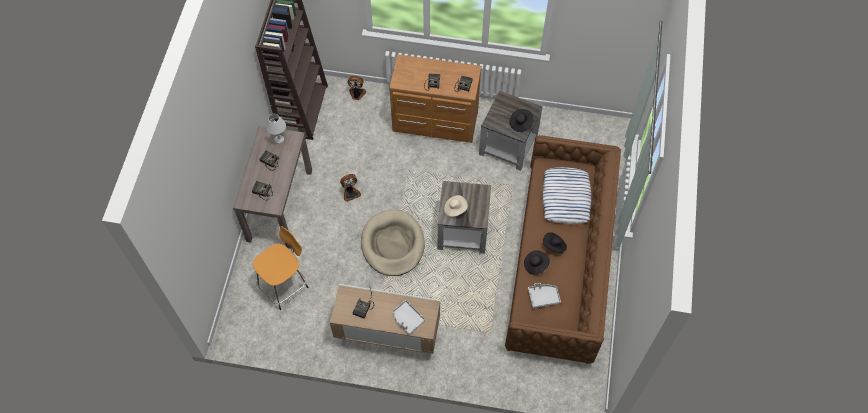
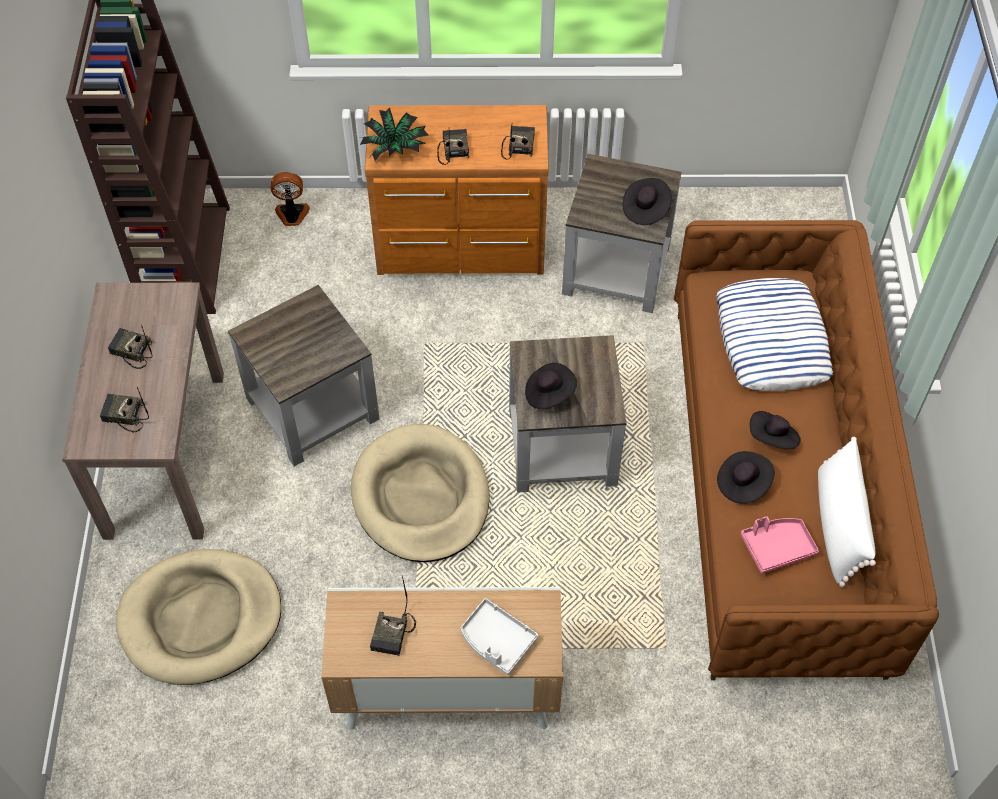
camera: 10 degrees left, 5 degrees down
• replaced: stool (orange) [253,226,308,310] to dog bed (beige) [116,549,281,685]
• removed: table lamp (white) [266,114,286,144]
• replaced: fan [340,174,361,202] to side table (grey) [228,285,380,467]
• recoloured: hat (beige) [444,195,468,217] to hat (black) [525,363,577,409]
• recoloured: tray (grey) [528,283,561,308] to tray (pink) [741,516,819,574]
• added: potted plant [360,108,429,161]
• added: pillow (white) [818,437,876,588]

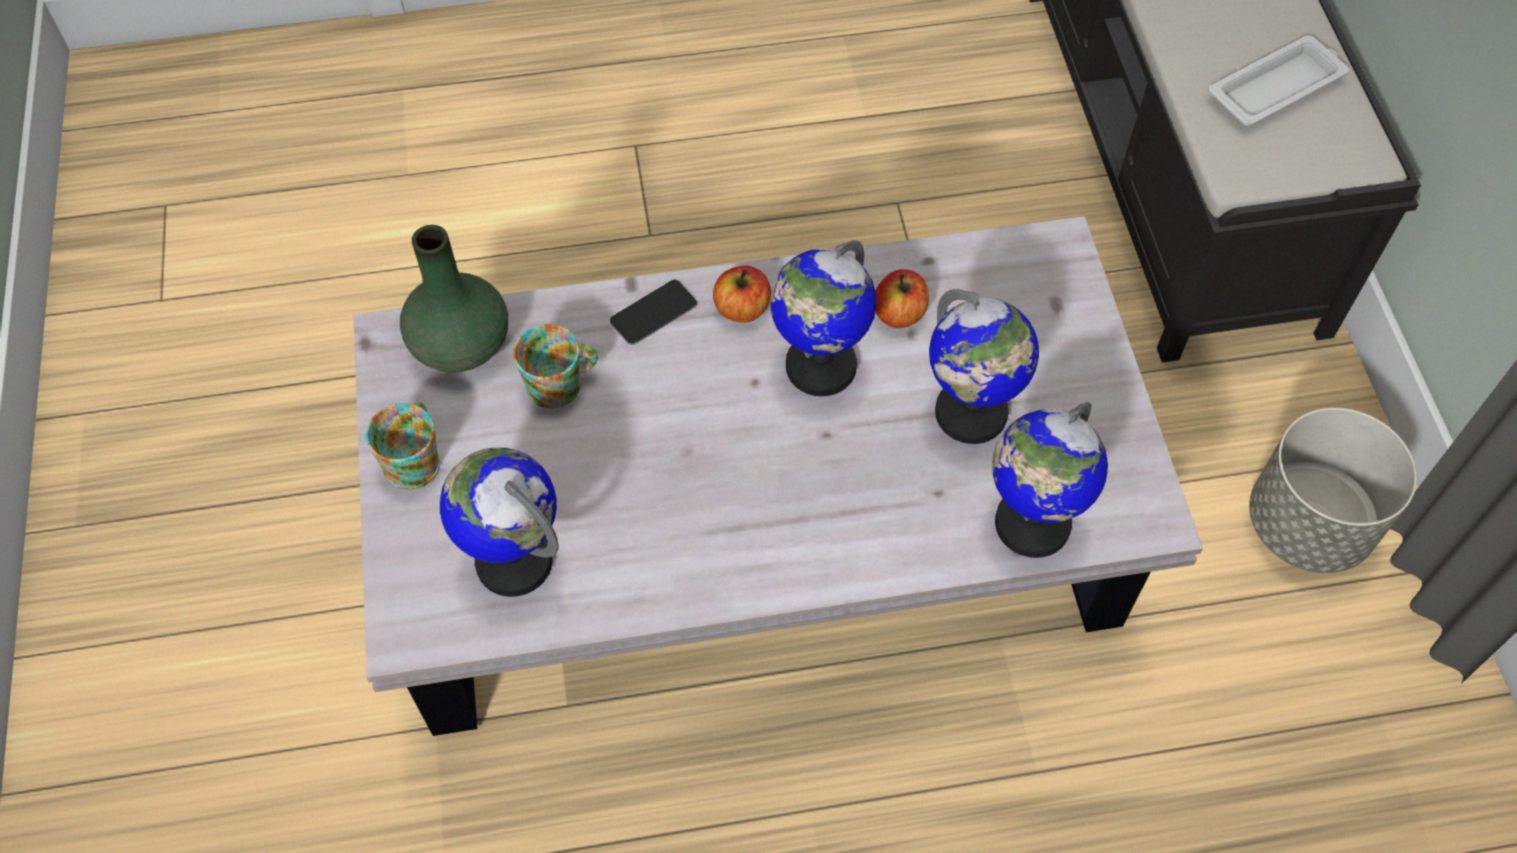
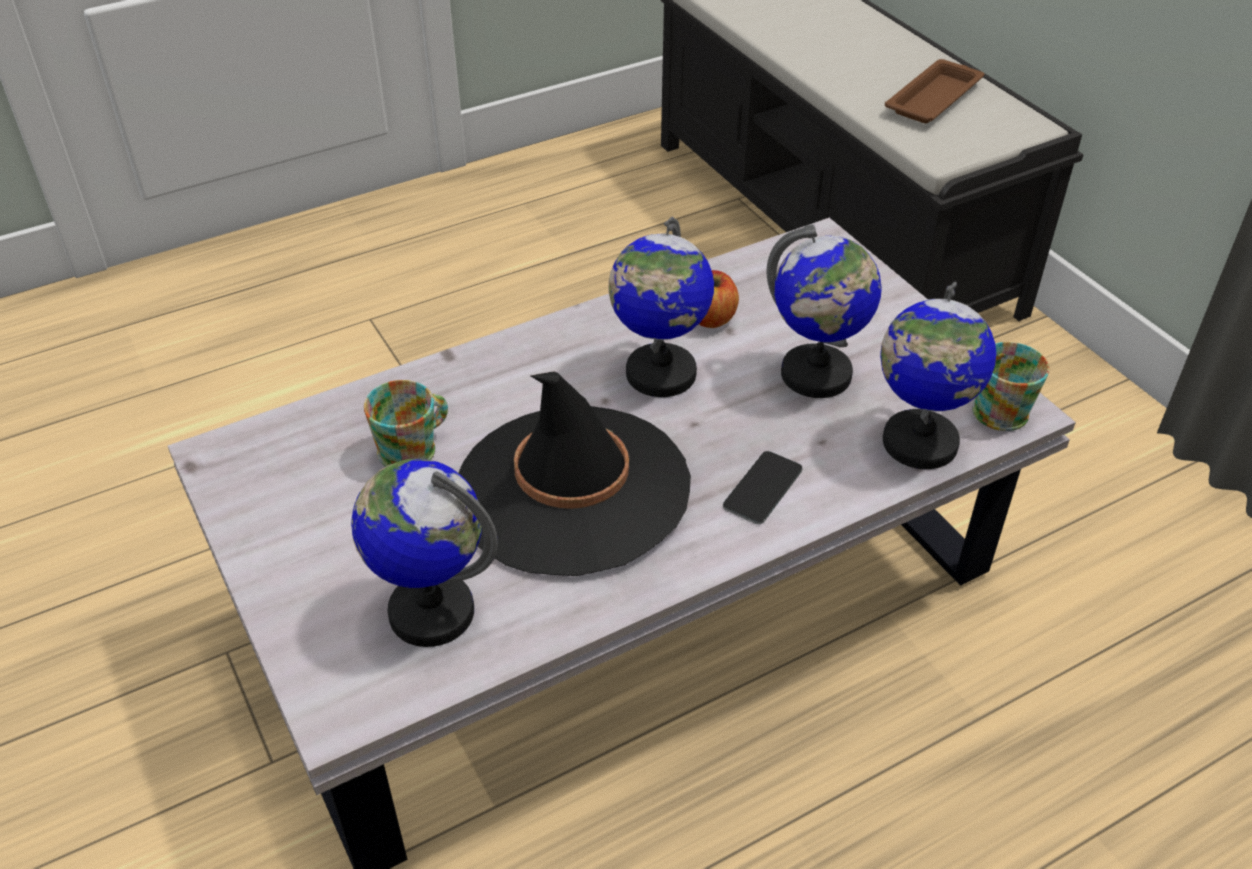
camera: 20 degrees left, 15 degrees down
• moved: mug [366,402,440,490] to [972,342,1050,431]
• removed: vase (green) [400,225,508,372]
• moved: phone [610,280,697,345] to [723,451,802,524]
• removed: apple [713,266,771,323]
• recoloured: tray (white) [1208,35,1349,126] to tray (brown) [885,59,984,123]
• removed: planter (grey) [1249,408,1417,573]
• added: hat (black) [458,372,691,576]

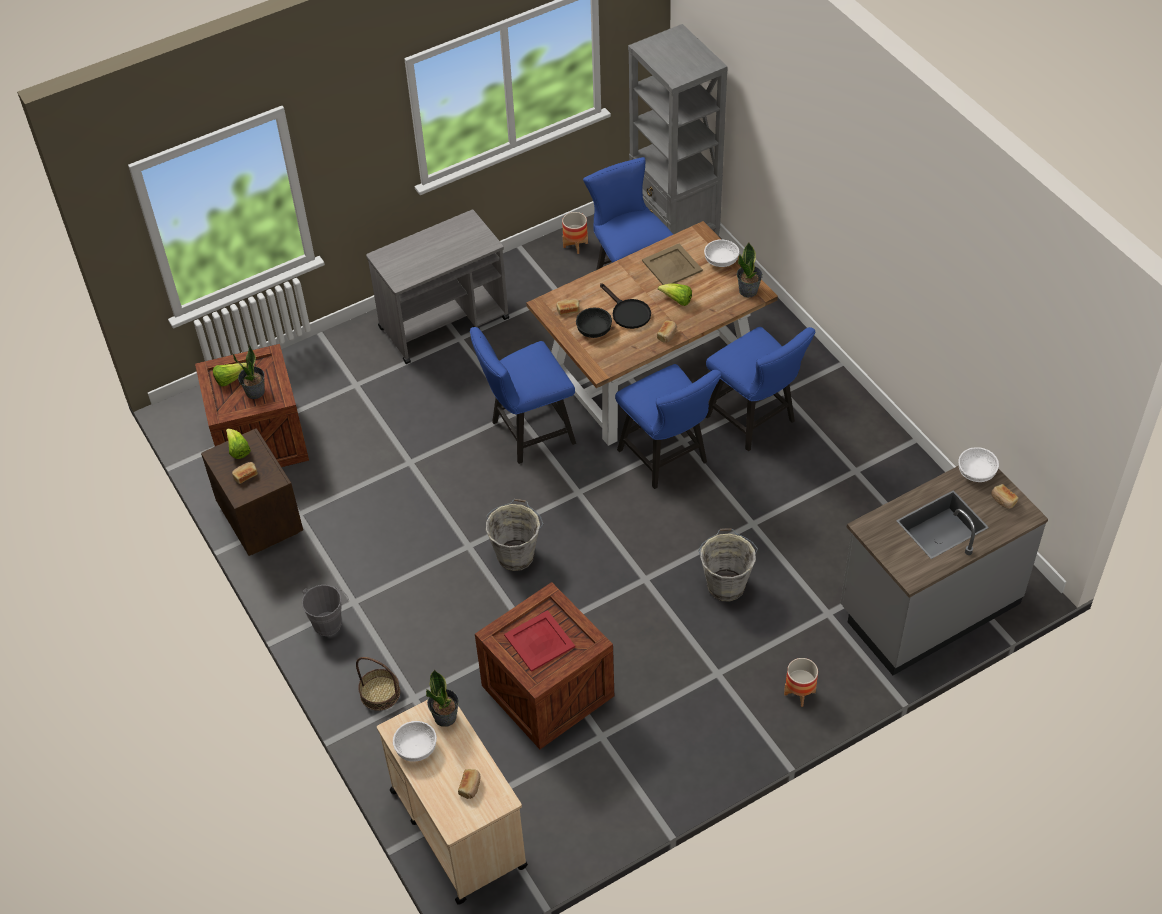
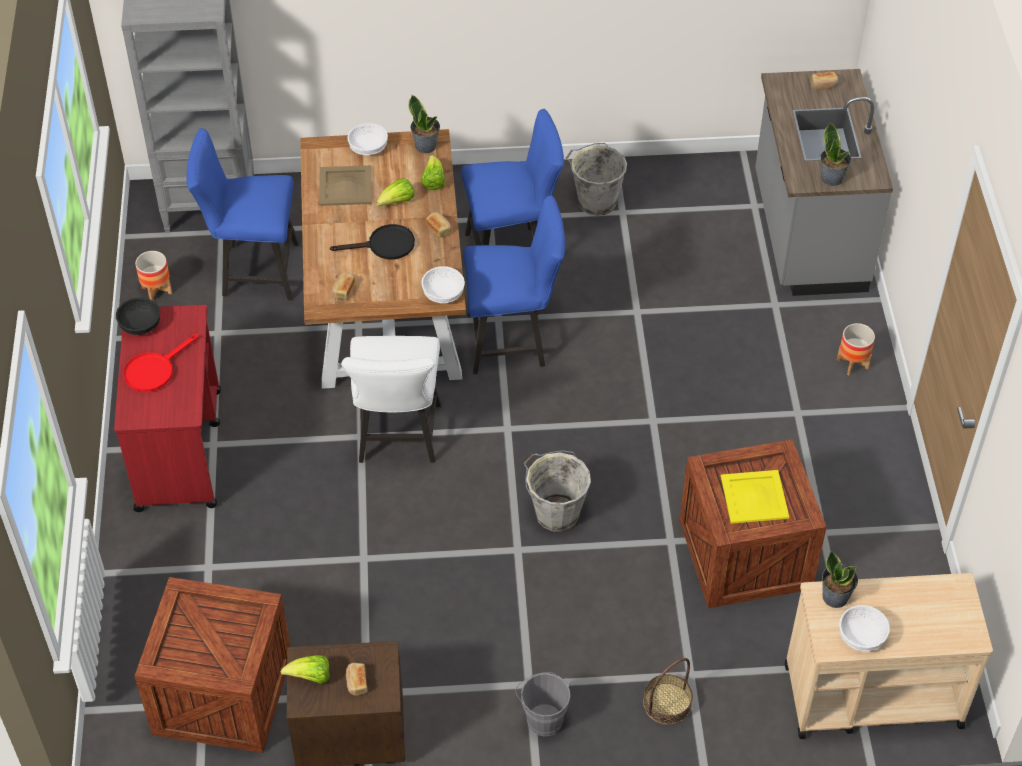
camera: 65 degrees left, 0 degrees up
• moved: lettuce [213,363,247,387] to [421,155,445,190]
• moved: potted plant [233,345,265,399] to [820,122,851,186]
• recoloured: cart (grey) [366,209,509,364] to cart (red) [114,304,221,512]
• removed: bread [458,769,480,799]
• recoloured: chair (blue) [470,327,576,464] to chair (white) [341,336,441,463]
• recoloured: tray (red) [504,610,575,672] to tray (yellow) [721,470,789,524]
• moved: bowl (black) [576,307,612,338] to [116,297,160,335]
• moved: bucket (grey) [698,528,758,602] to [566,143,627,216]
• moved: bowl (white) [958,447,999,482] to [421,266,465,303]
• added: frying pan (red) [124,334,198,392]

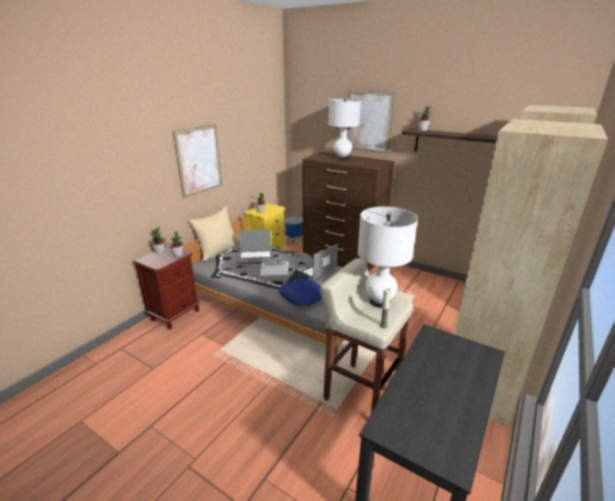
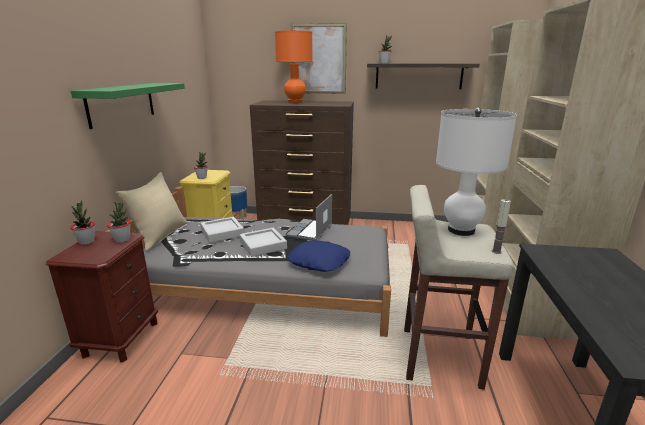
camera: 25 degrees left, 5 degrees down
• replaced: picture [173,124,222,198] to shelf (green) [71,83,185,129]
• replaced: laptop [238,230,272,264] to tray (grey) [200,217,244,243]
• recoloured: table lamp (white) [328,98,361,159] to table lamp (orange) [275,29,313,103]

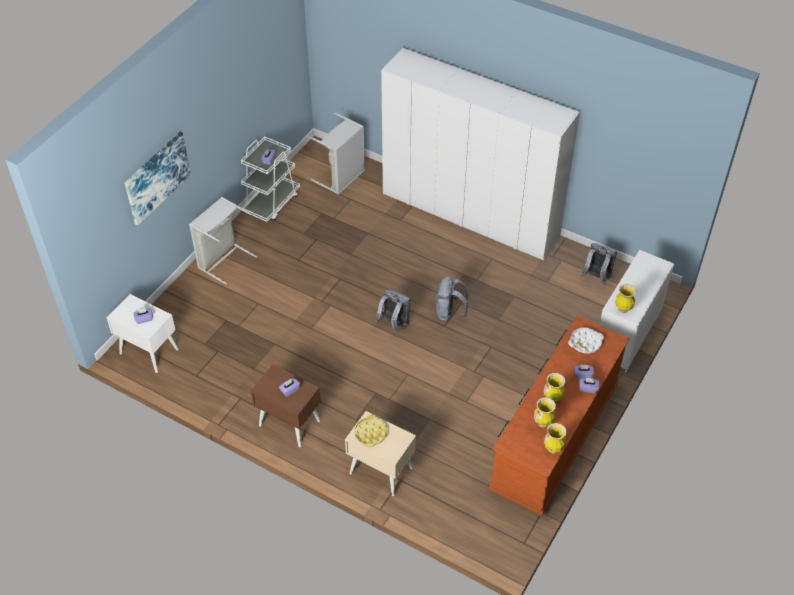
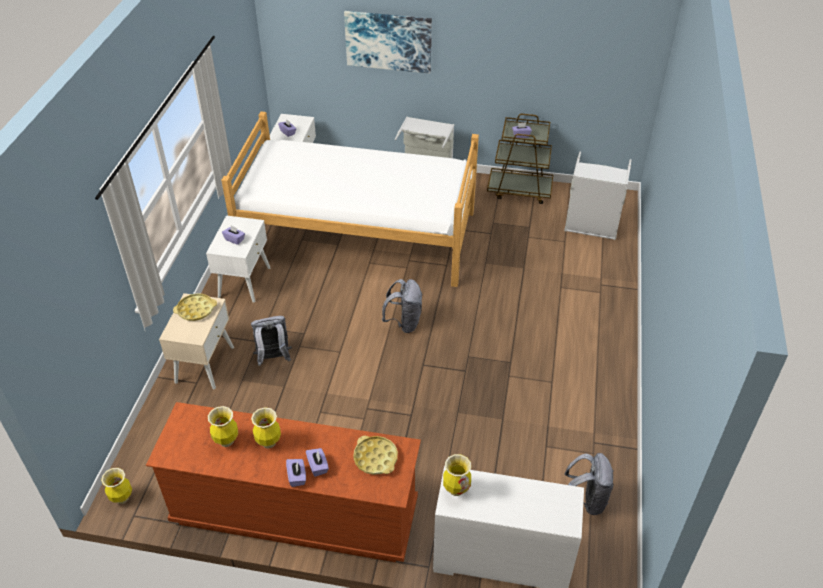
camera: 70 degrees right, 5 degrees down
• recoloured: cart (white) [241,136,300,222] to cart (brown) [487,114,553,204]
• recoloured: nightstand (brown) [251,365,321,447] to nightstand (white) [206,215,270,303]
• removed: wardrobe (white) [381,48,580,260]
• moved: backpack (grey) [436,276,469,322] to [251,316,292,366]
• moved: vase [544,423,567,454] to [101,468,132,504]
• recoloured: tray (white) [568,328,604,353] to tray (yellow) [353,436,398,475]
• added: bed [221,112,479,287]

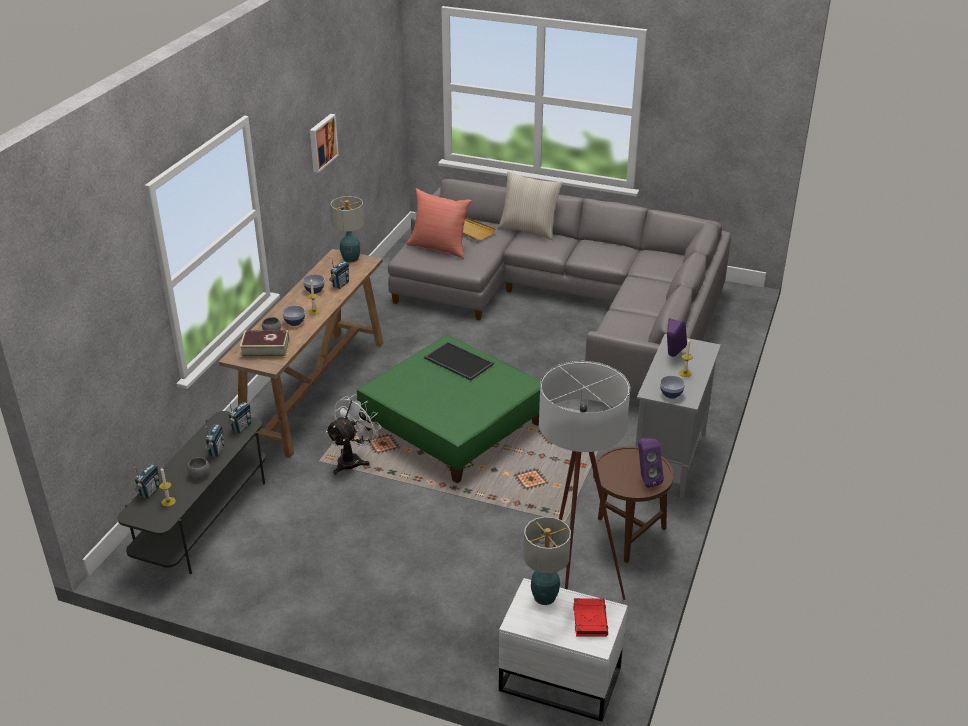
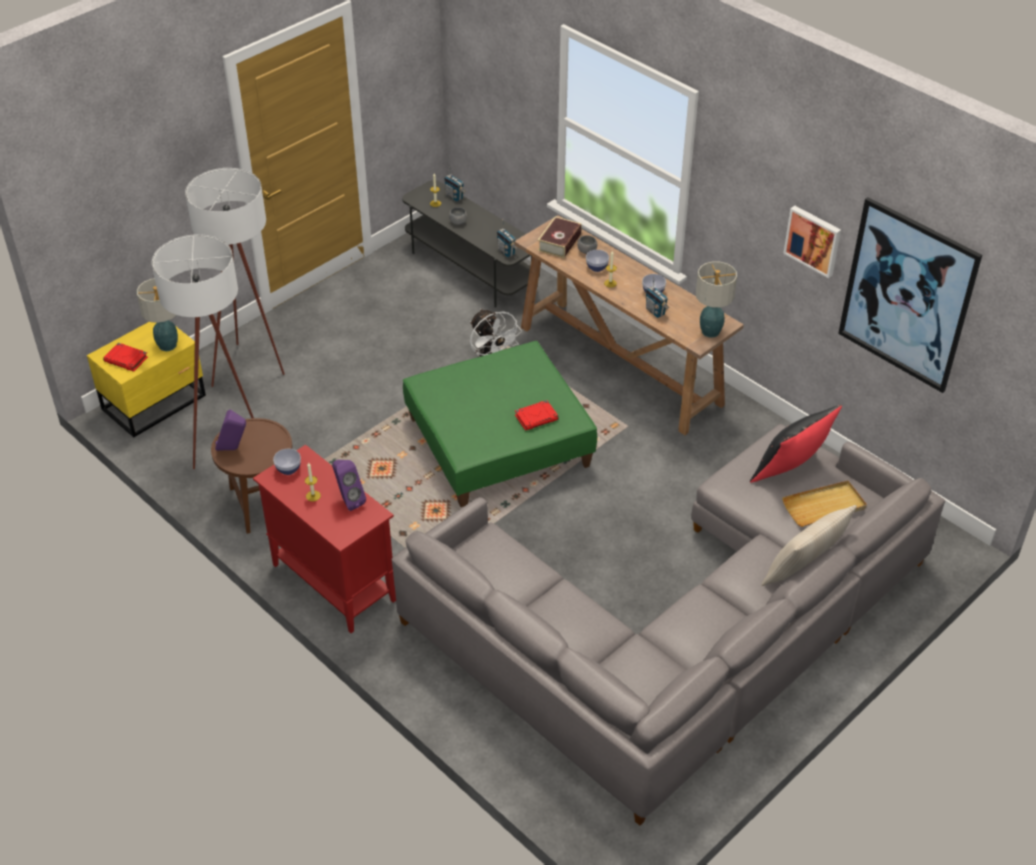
camera: 115 degrees right, 10 degrees up
• removed: radio [205,425,224,457]
• recoloured: pillow (red) [406,188,472,259] to pillow (black) [750,405,842,483]
• replaced: tray [424,342,494,381] to book (red) [515,400,559,431]
• recoloured: nightstand (white) [499,578,628,722] to nightstand (yellow) [87,320,206,437]
• recoloured: cabinet (grey) [635,334,721,499] to cabinet (red) [253,445,396,633]
• added: floor lamp (white) [185,168,285,387]
• added: picture [838,197,982,393]

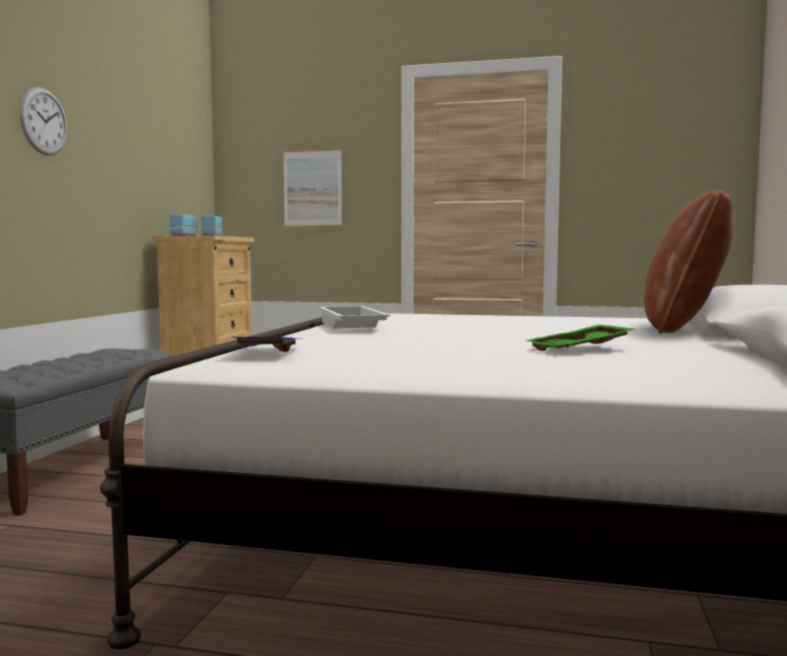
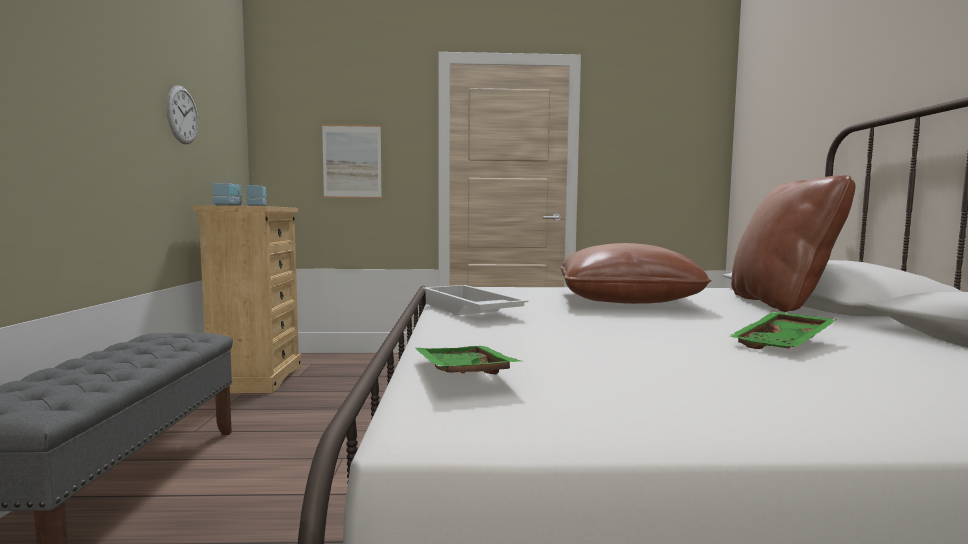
camera: 15 degrees left, 0 degrees up
• moved: wall clock [20,87,67,155] to [166,85,198,144]
• recoloured: tray (blue) [233,337,302,352] to tray (green) [416,346,524,375]
• added: pillow (brown) [560,243,712,304]

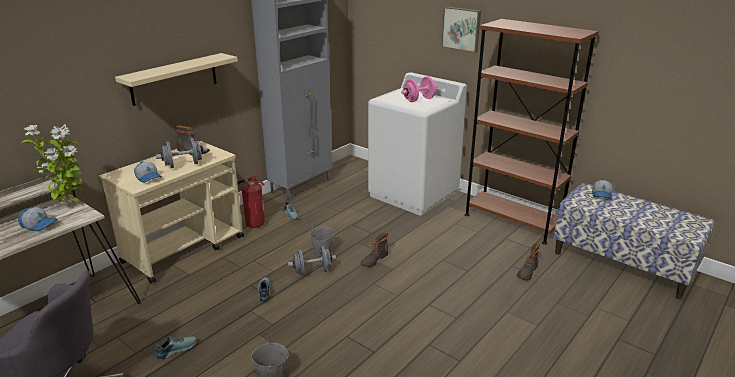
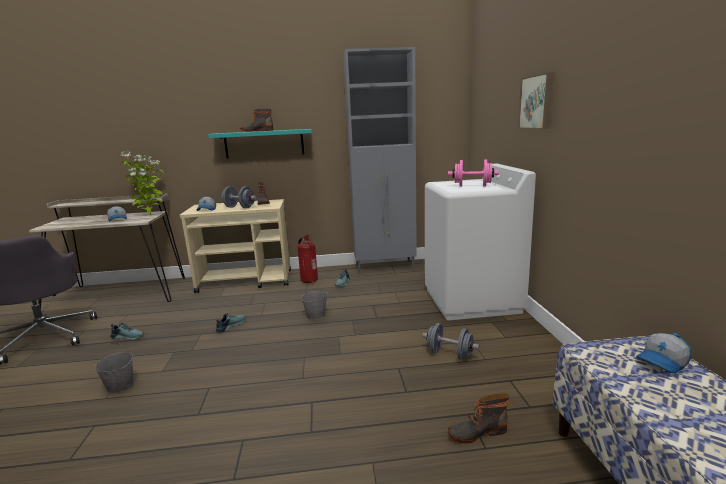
camera: 45 degrees right, 10 degrees down
• recoloured: shelf (beige) [115,53,238,106] to shelf (turquoise) [208,129,312,158]
• moved: dumbbell (grey) [288,246,336,276] to [422,323,479,360]
• moved: boot [361,231,388,267] to [240,109,274,132]
• removed: bookcase (brown) [465,19,599,245]

